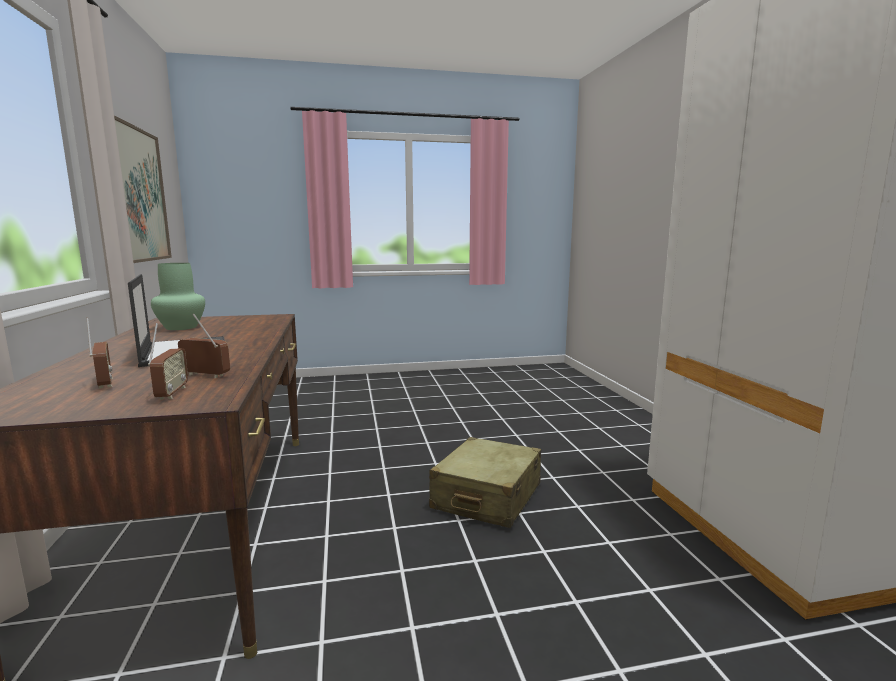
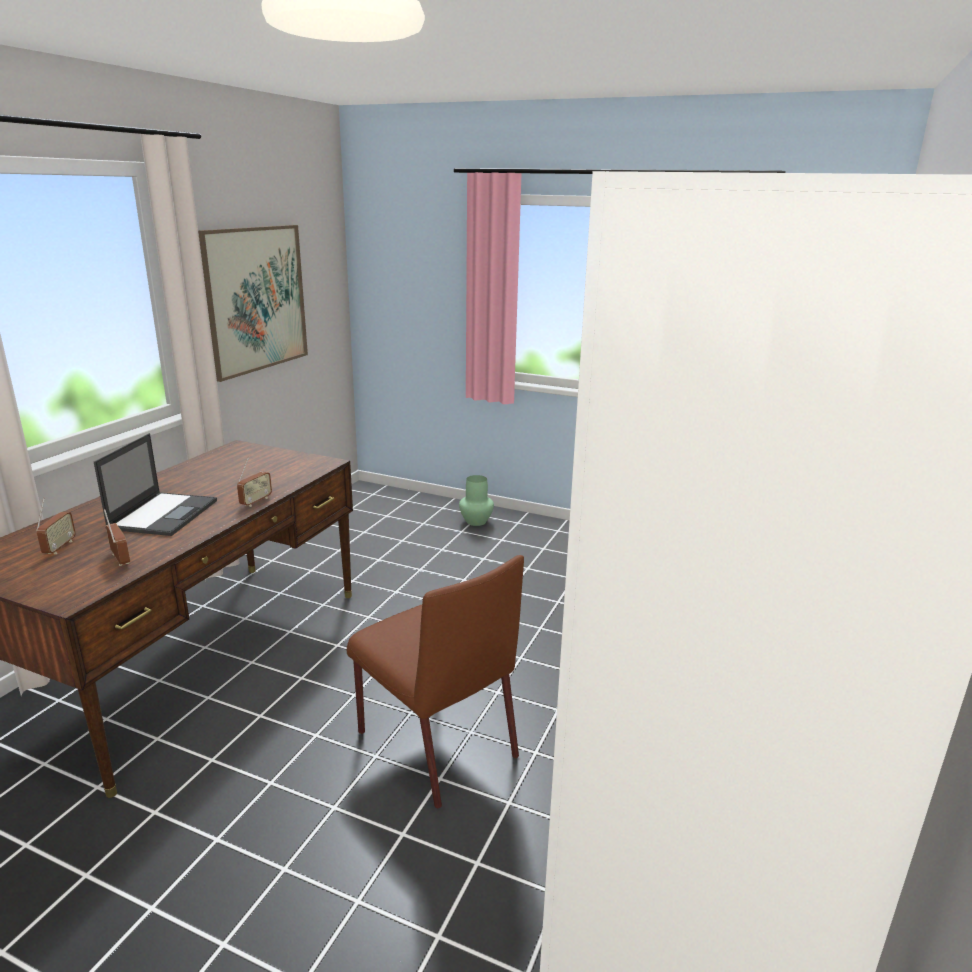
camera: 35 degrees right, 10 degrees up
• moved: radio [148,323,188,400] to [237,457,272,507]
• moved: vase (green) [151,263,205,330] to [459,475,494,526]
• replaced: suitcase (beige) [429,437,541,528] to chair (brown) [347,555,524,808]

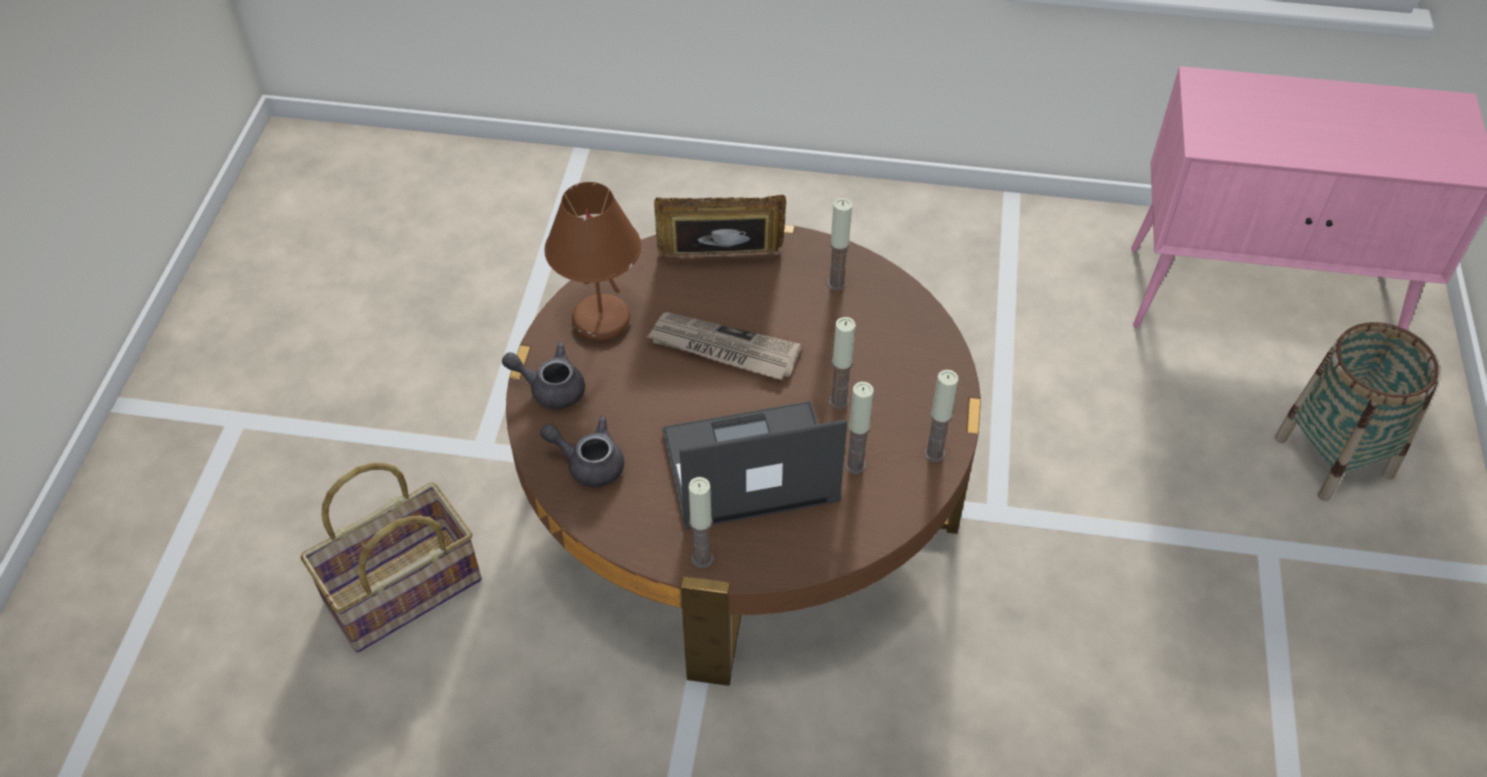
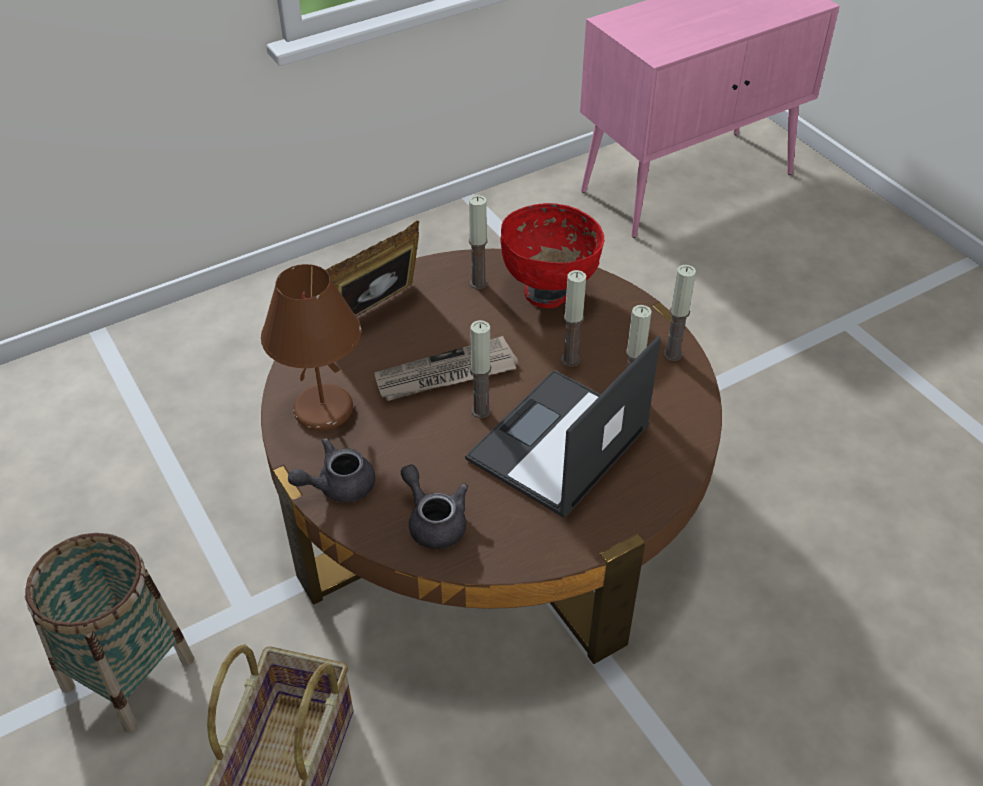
camera: 40 degrees left, 5 degrees down
• turned: teapot (grey) [540,416,624,487] = [401,464,468,549] 75 degrees clockwise
• moved: candle [688,477,714,568] to [470,320,491,418]
• moved: basket [1275,322,1438,501] to [24,533,195,732]
• added: bowl (red) [500,203,604,308]

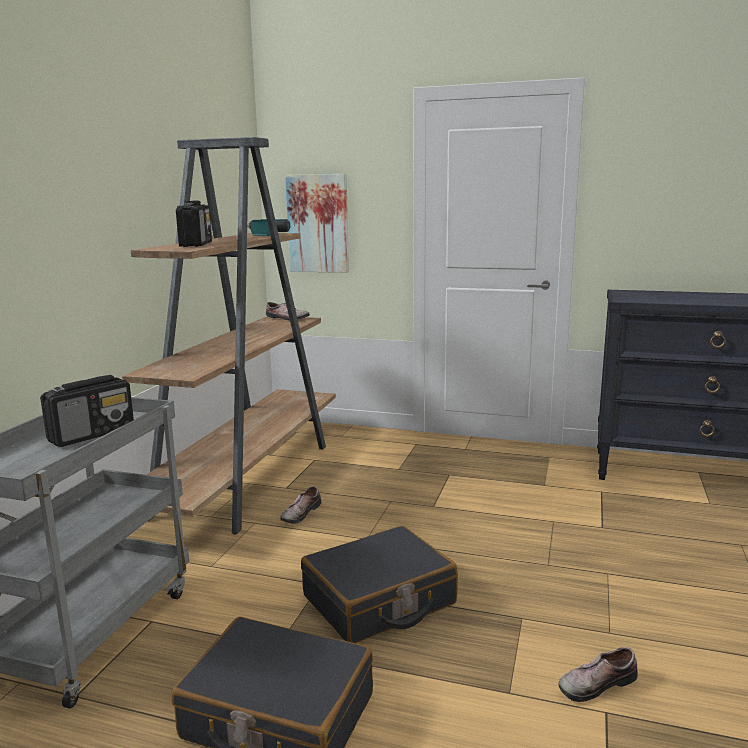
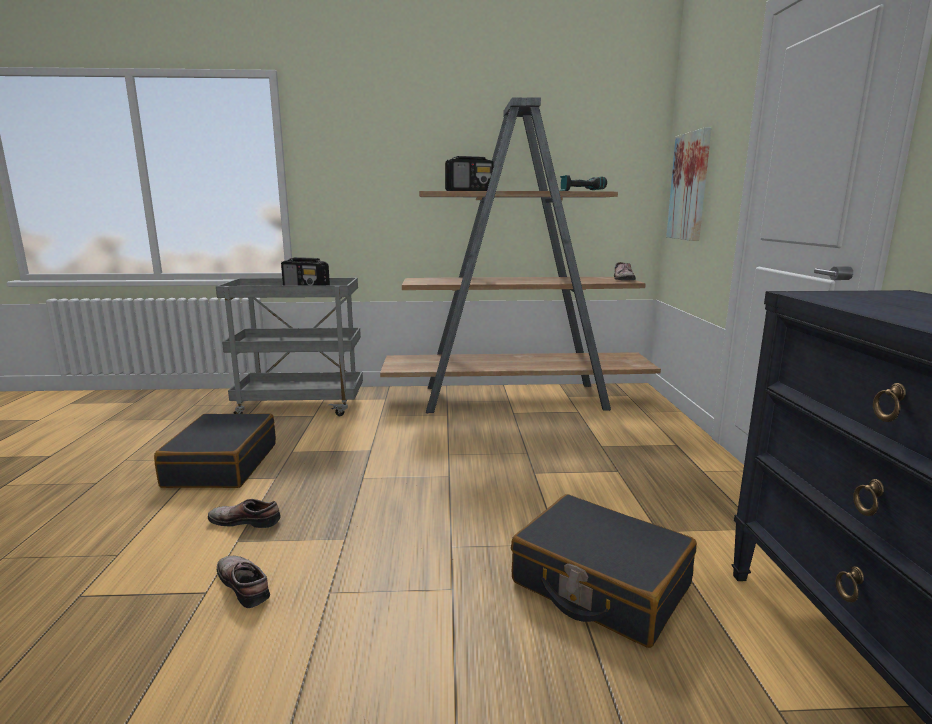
camera: 70 degrees right, 0 degrees up
• moved: shoe [280,486,322,524] to [208,499,281,528]
• moved: suitcase (black) [301,526,458,643] to [511,494,697,648]

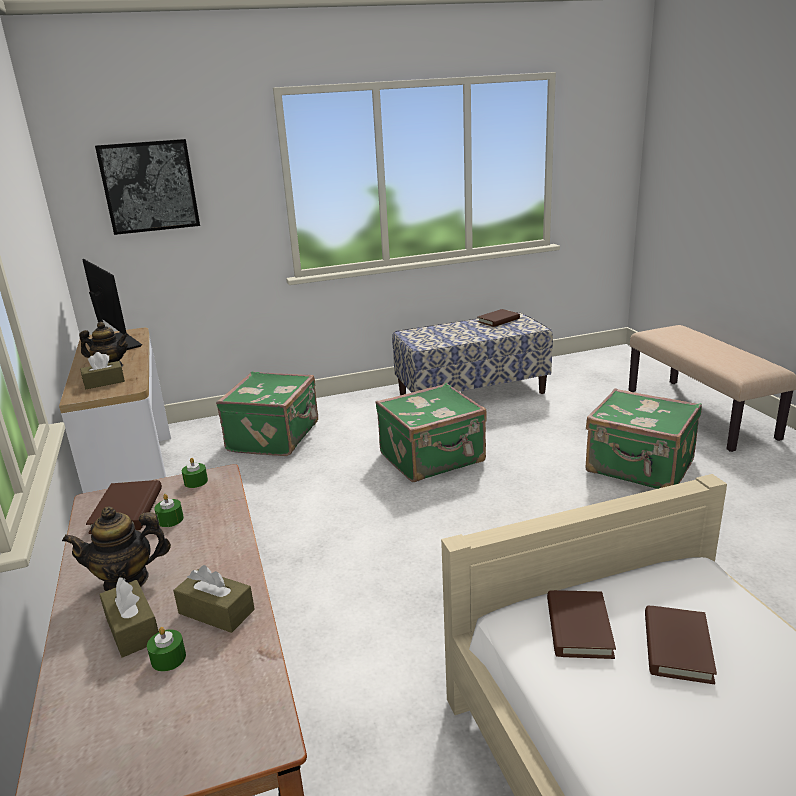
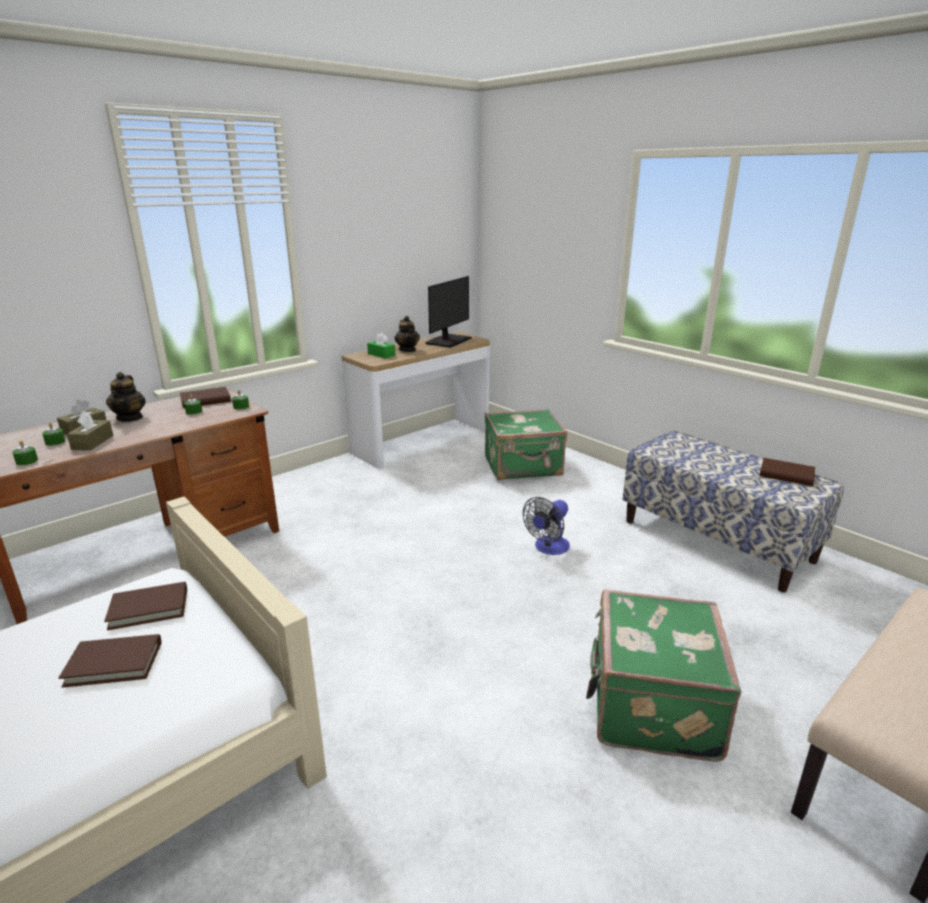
camera: 65 degrees right, 0 degrees up
• turned: teapot [62,506,171,591] = [106,372,146,422] 150 degrees counterclockwise
• recoloured: tissue box (brown) [81,352,125,389] to tissue box (green) [367,333,395,359]
• removed: picture [95,139,200,235]
• replaced: suitcase (green) [375,383,487,482] to fan [523,497,570,555]
• added: candle (green) [12,441,38,465]

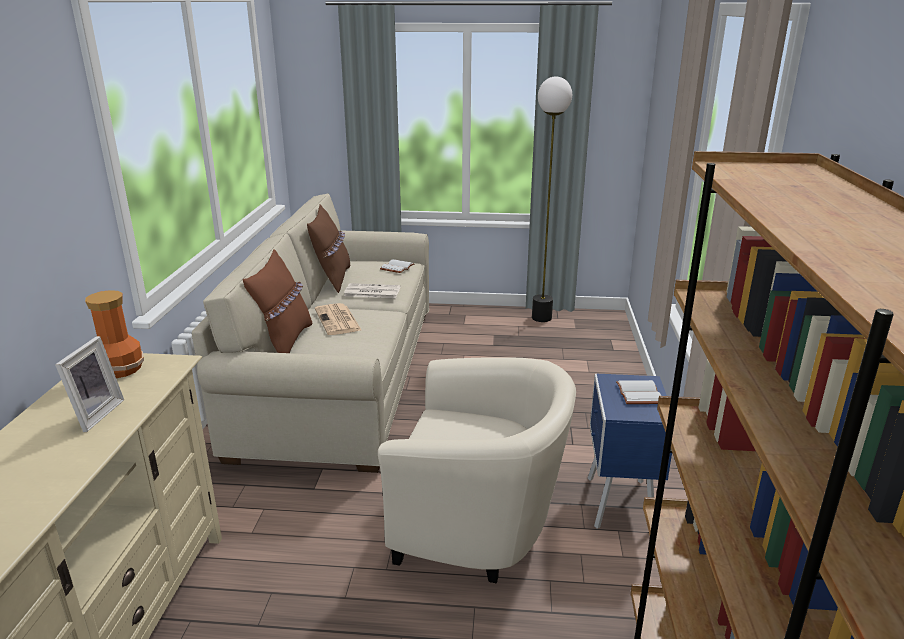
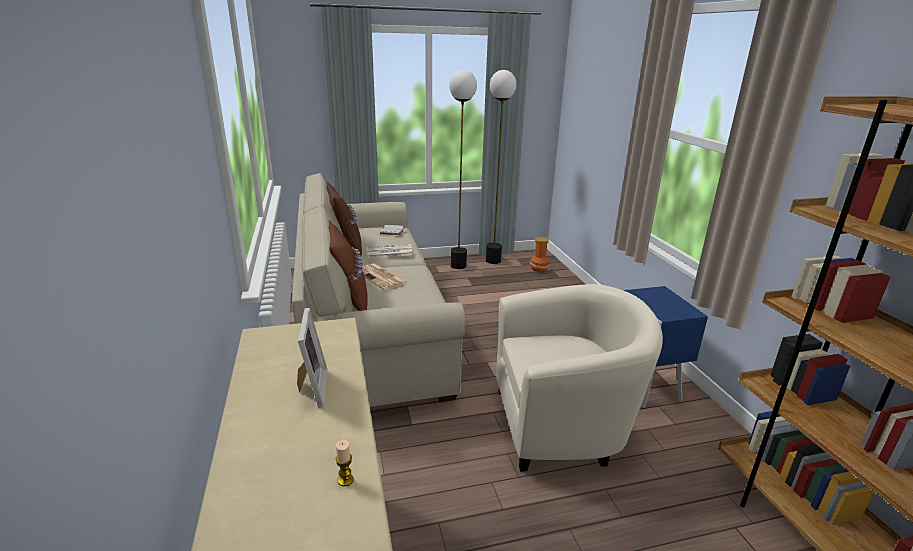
camera: 20 degrees left, 0 degrees up
• moved: vase [85,290,144,378] to [530,237,549,272]
• removed: book (white) [616,380,661,404]
• added: candle [335,440,354,487]
• added: floor lamp [449,70,477,269]

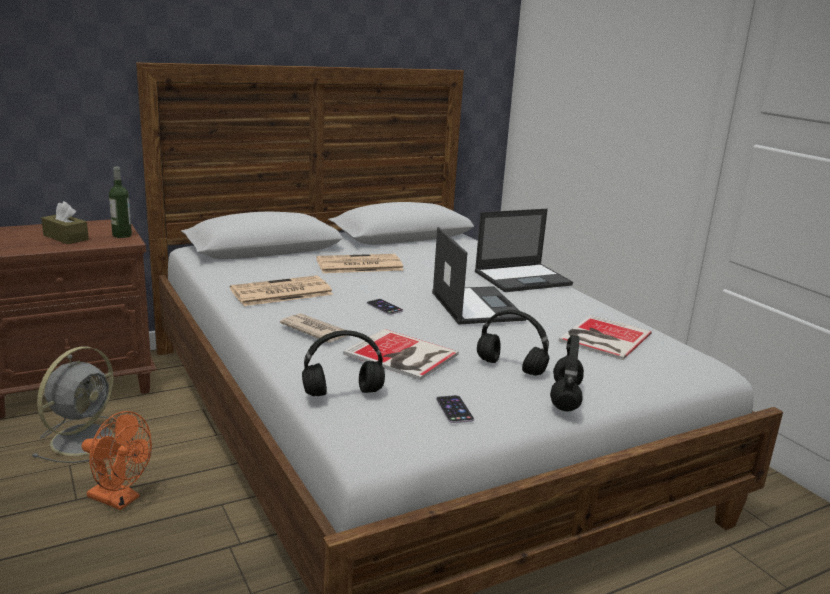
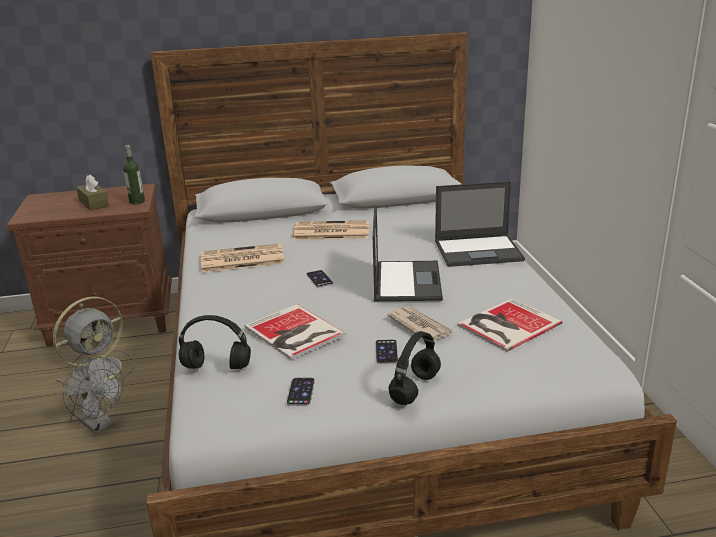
camera: 20 degrees right, 5 degrees up
• recoloured: fan (orange) [82,411,152,510] to fan (grey) [63,357,124,434]
• moved: newspaper [280,313,348,343] to [387,306,454,340]
• replaced: headphones (black) [477,310,549,376] to phone [376,339,398,364]

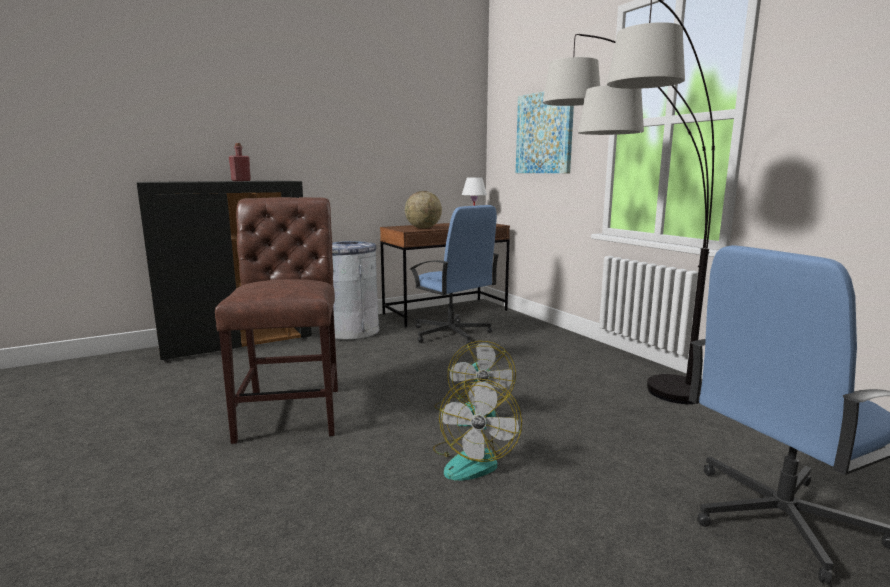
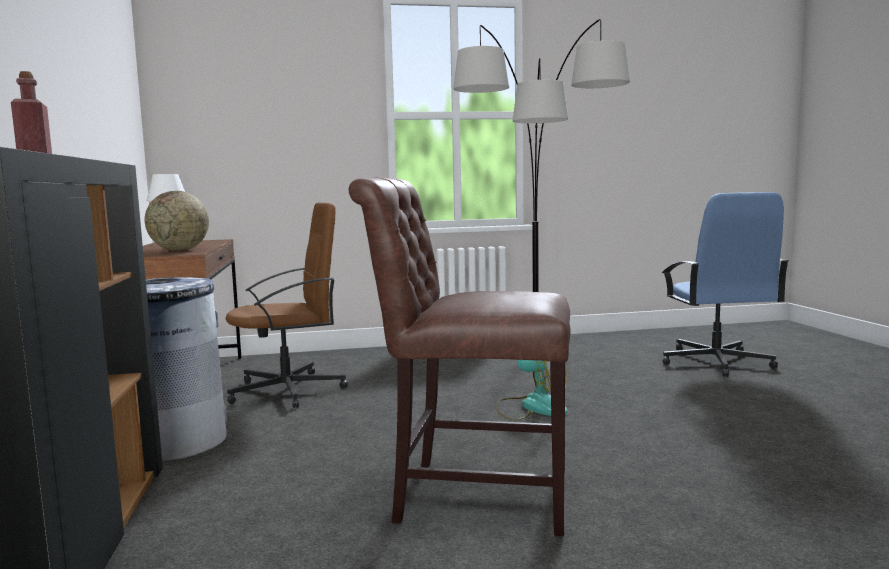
camera: 70 degrees left, 5 degrees down
• recoloured: office chair (blue) [410,205,499,346] to office chair (brown) [226,202,348,408]
• removed: fan [433,378,522,481]
• removed: picture [516,91,574,173]

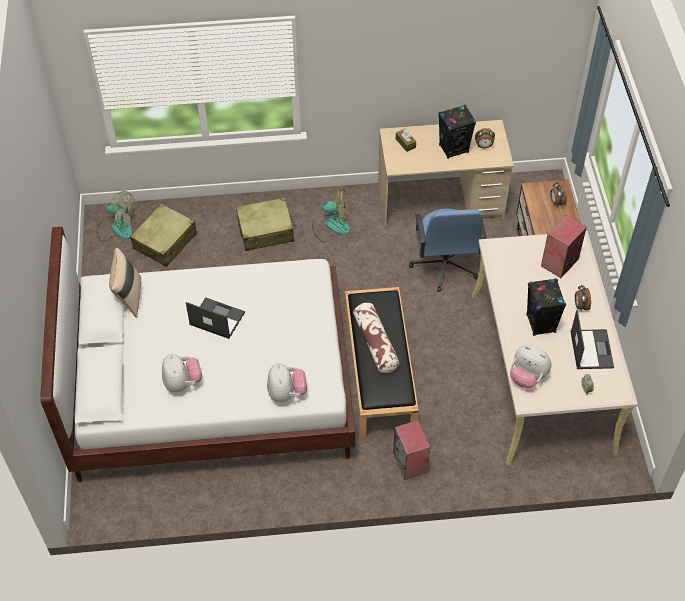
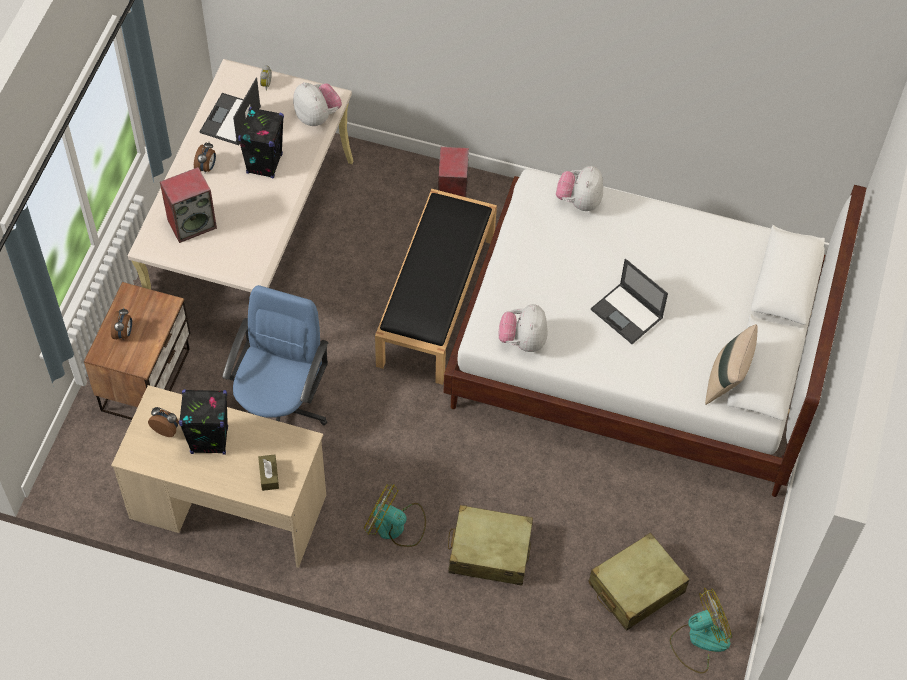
camera: 160 degrees left, 5 degrees up
• turned: fan [97,191,136,242] = [670,588,732,674] 120 degrees clockwise
• moved: plush toy [162,354,202,392] to [499,304,548,352]
• removed: pillow [353,303,400,373]

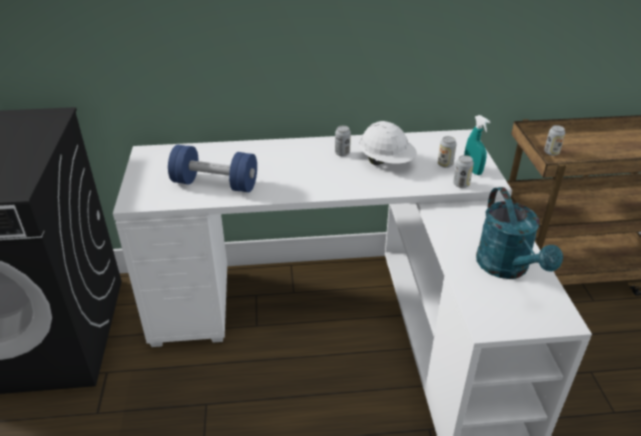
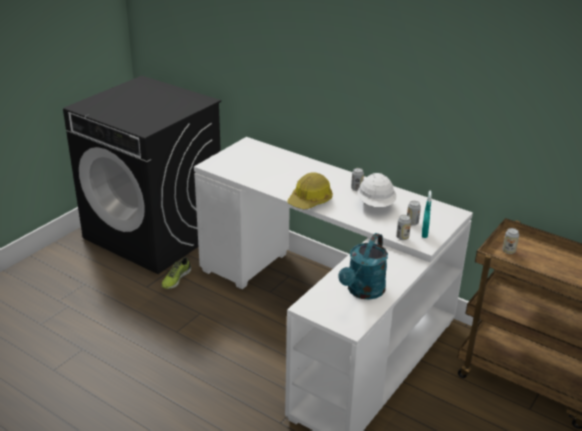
camera: 40 degrees right, 5 degrees down
• removed: dumbbell (blue) [168,145,257,192]
• added: shoe [162,257,192,289]
• added: hard hat [287,172,333,209]

